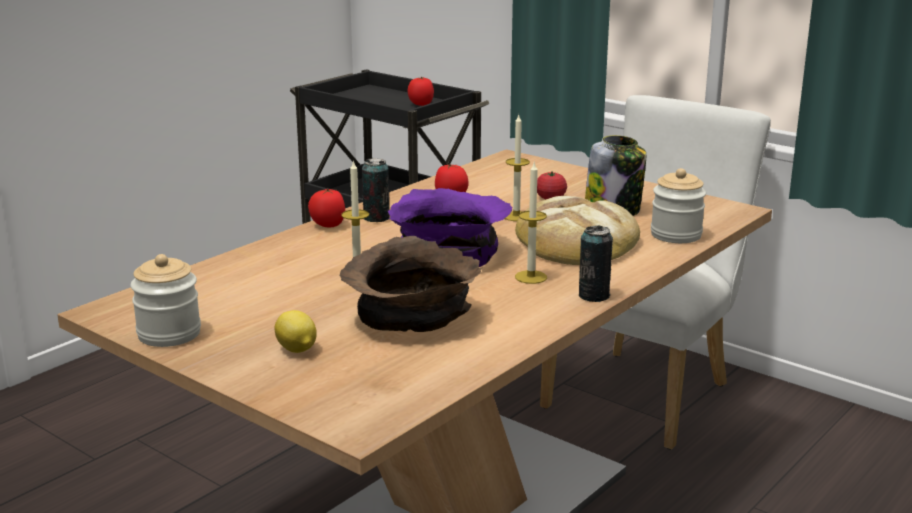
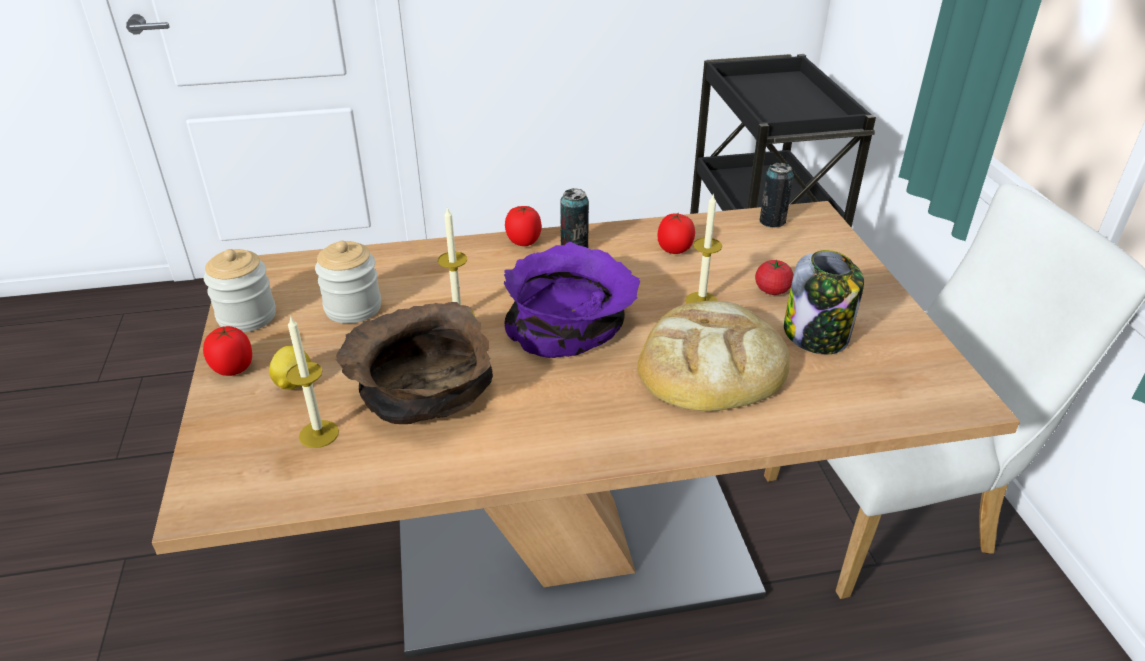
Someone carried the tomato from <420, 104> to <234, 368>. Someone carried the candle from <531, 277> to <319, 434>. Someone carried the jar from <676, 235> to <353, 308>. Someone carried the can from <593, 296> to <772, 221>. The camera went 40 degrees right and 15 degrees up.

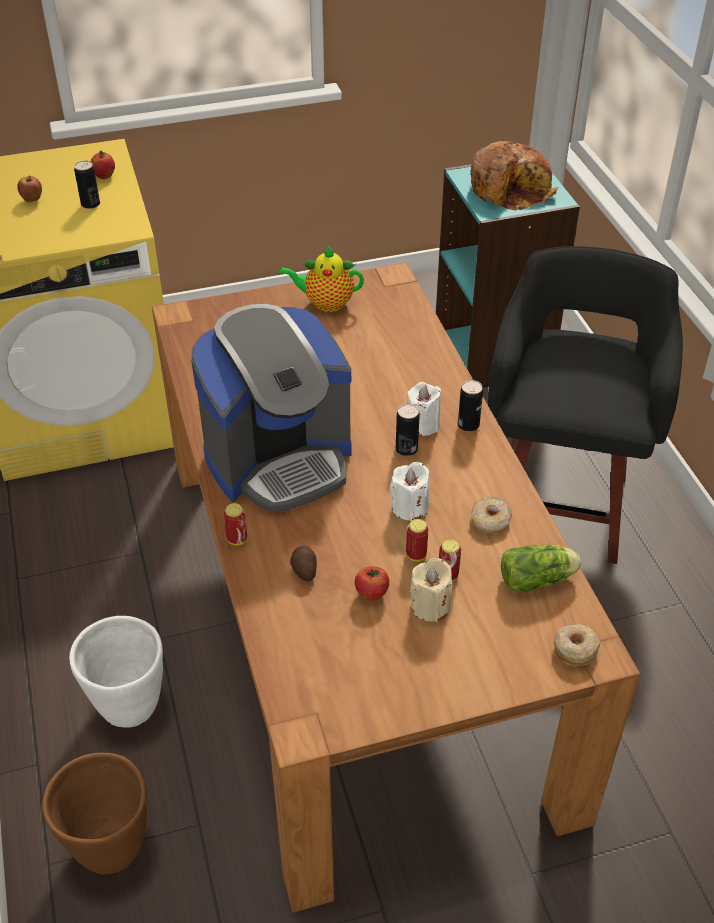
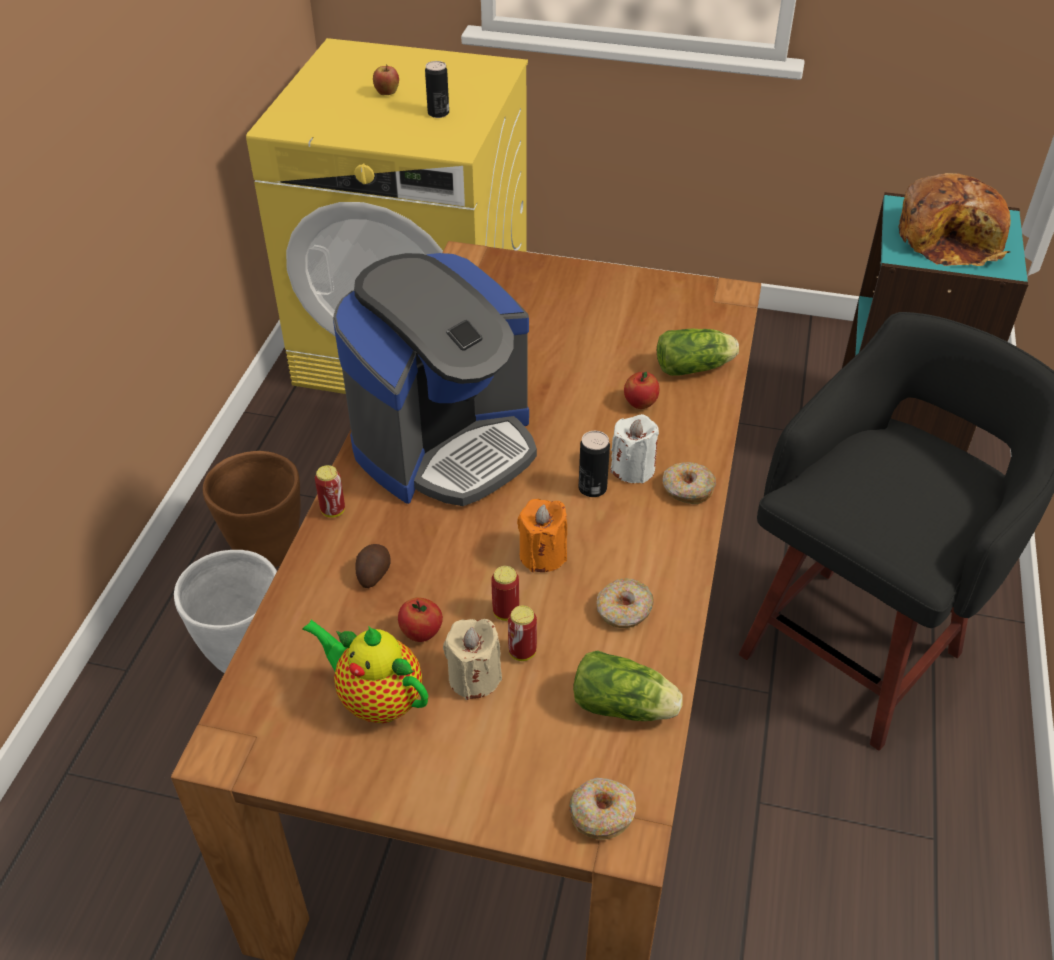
Someone carried the planter/brown from <110, 847> to <267, 550>. Someone carried the teapot from <325, 303> to <376, 699>. Someone rotated the coffee machine at <279, 459> by 45 degrees counterclockwise. Someone repainted the candle/white at <410, 507>, which became the candle/orange at <542, 555>. Someone carried the apple from <104, 176> to <640, 404>. Someone put down the lettuce at <696, 367>. Someone swapped the can at <468, 425> for the donut at <687, 489>. The camera went 30 degrees right and 0 degrees up.

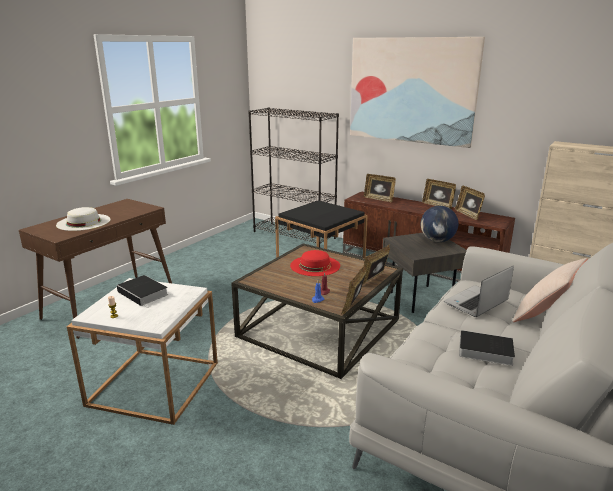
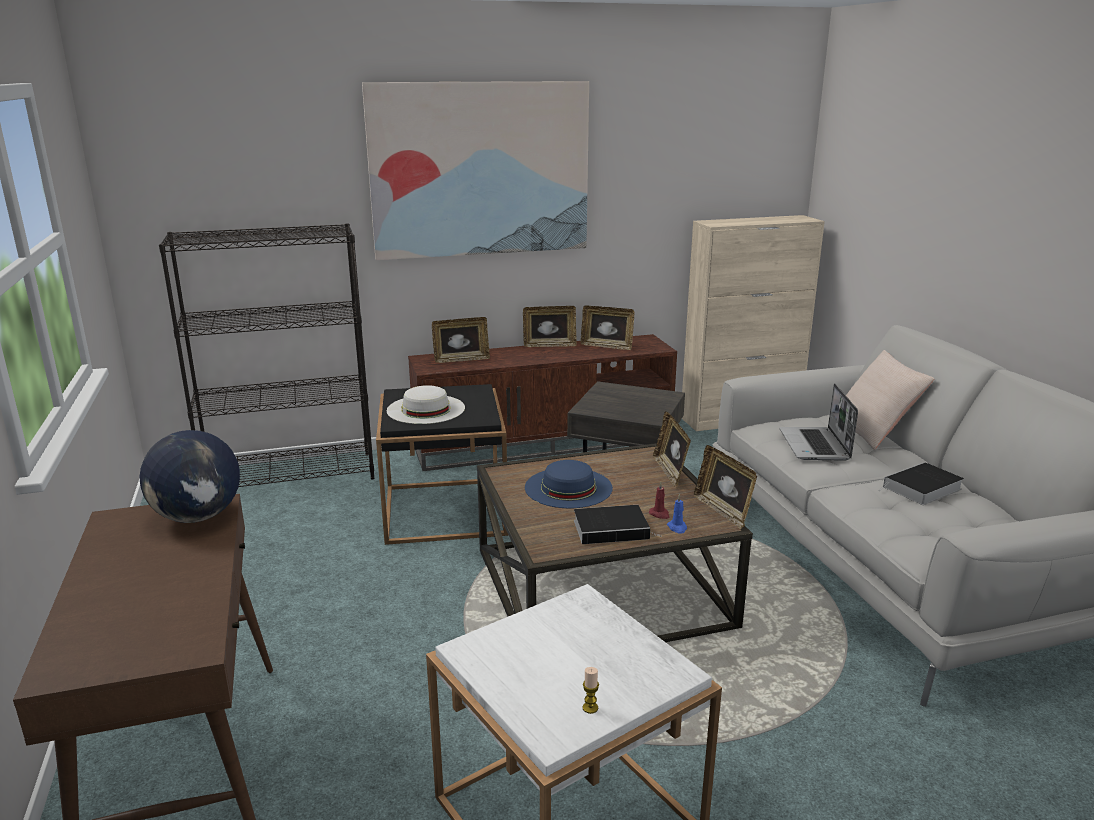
Someone carried the globe from <437, 241> to <198, 517>. Someone carried the hat/white from <83, 222> to <425, 409>. Someone repainted the hat/red at <315, 265>, which became the hat/blue at <568, 487>. Someone carried the book from <144, 293> to <613, 529>. The camera went 50 degrees left and 0 degrees up.

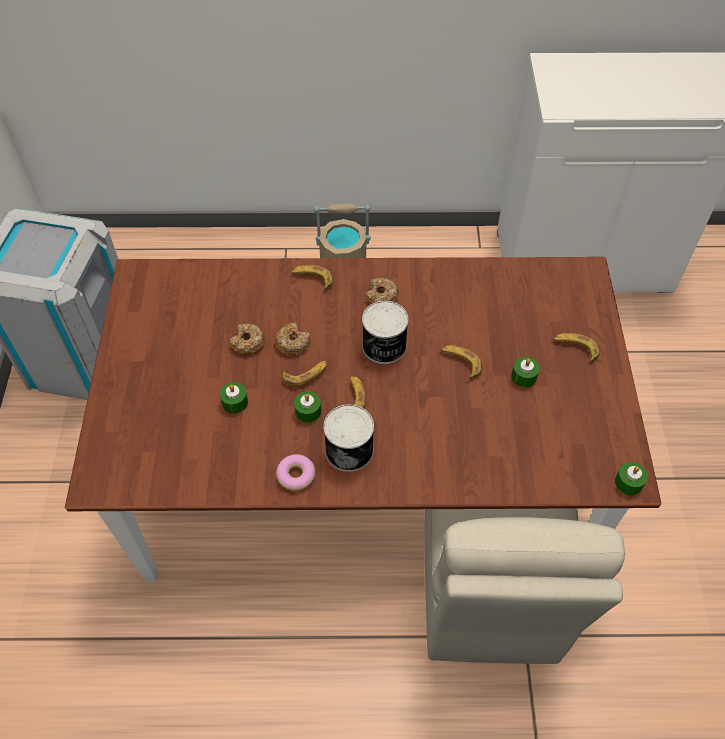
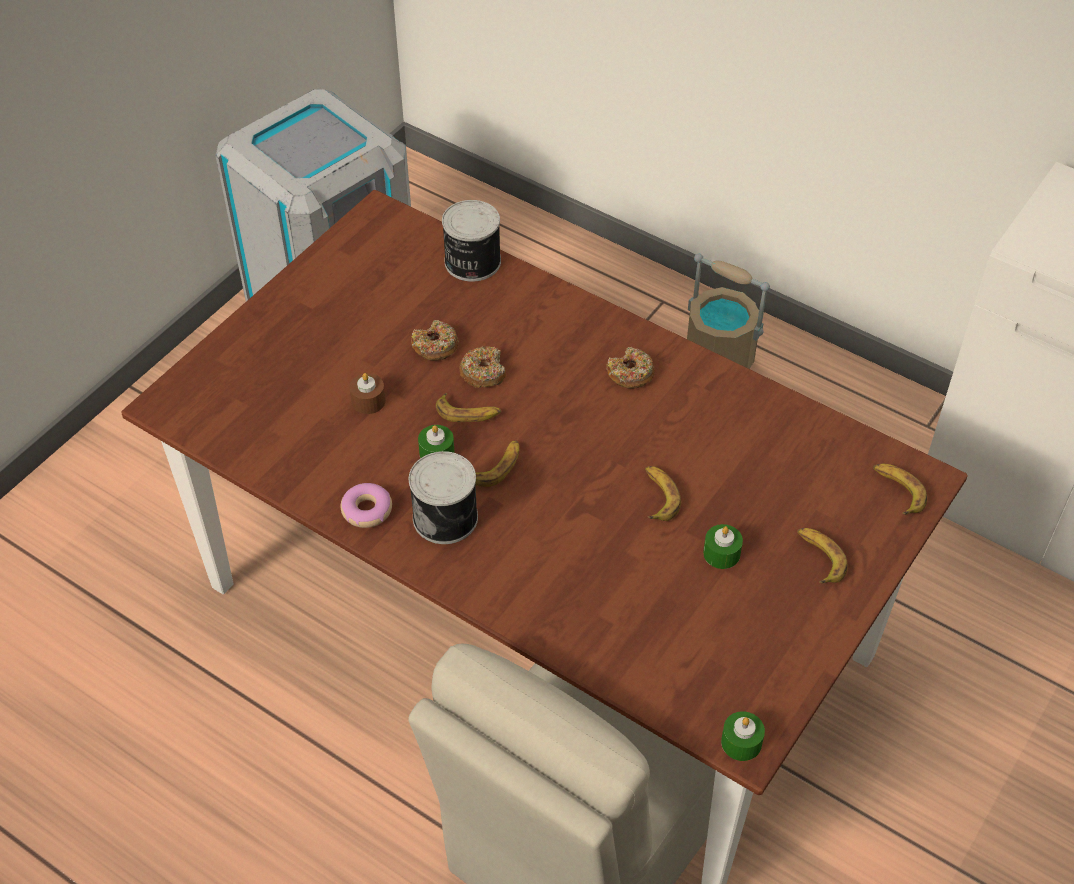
Someone repainted the candle/green at <235, 402>, which became the candle/brown at <368, 401>. Someone carried the can from <384, 347> to <471, 262>. Someone carried the banana from <312, 279> to <897, 491>. The camera went 35 degrees right and 5 degrees down.

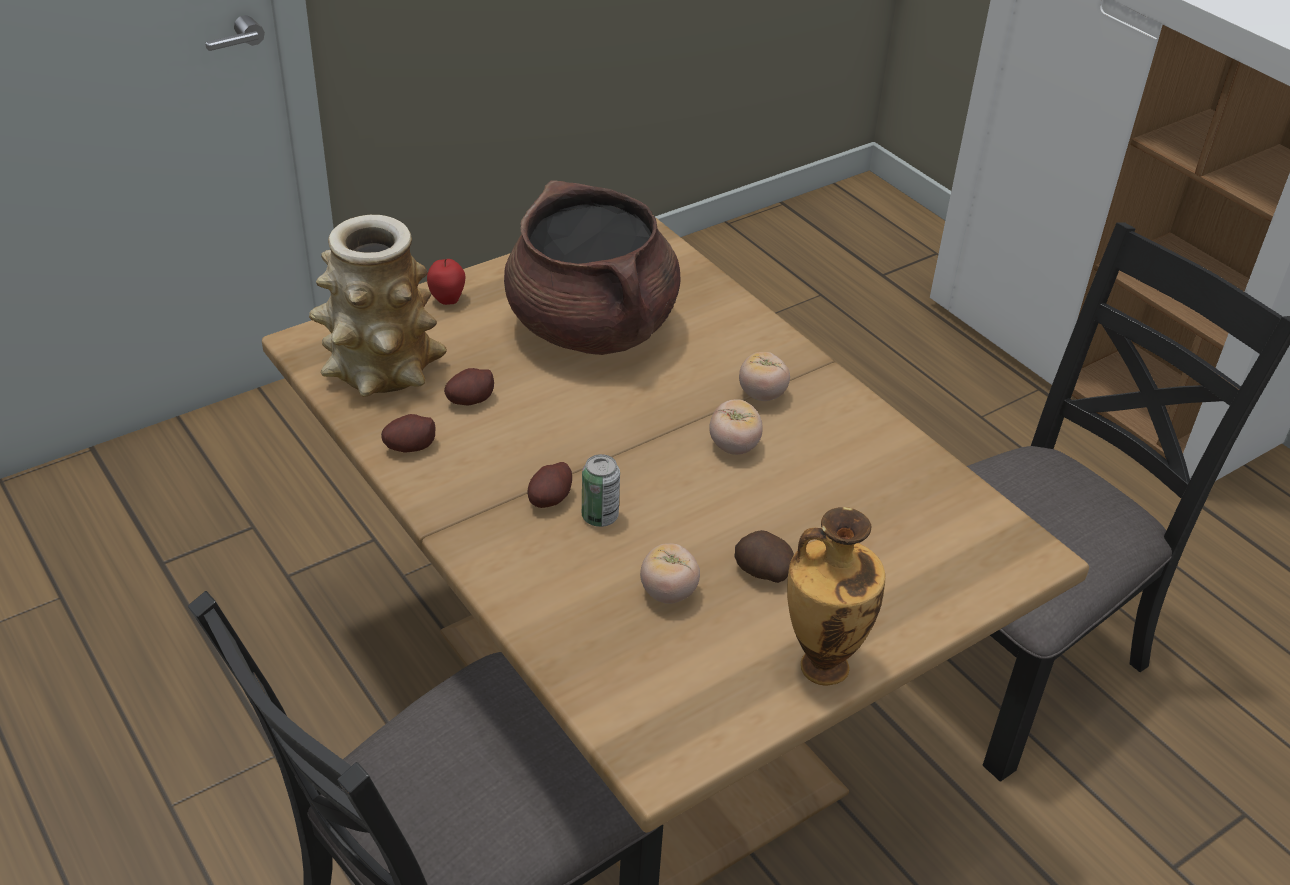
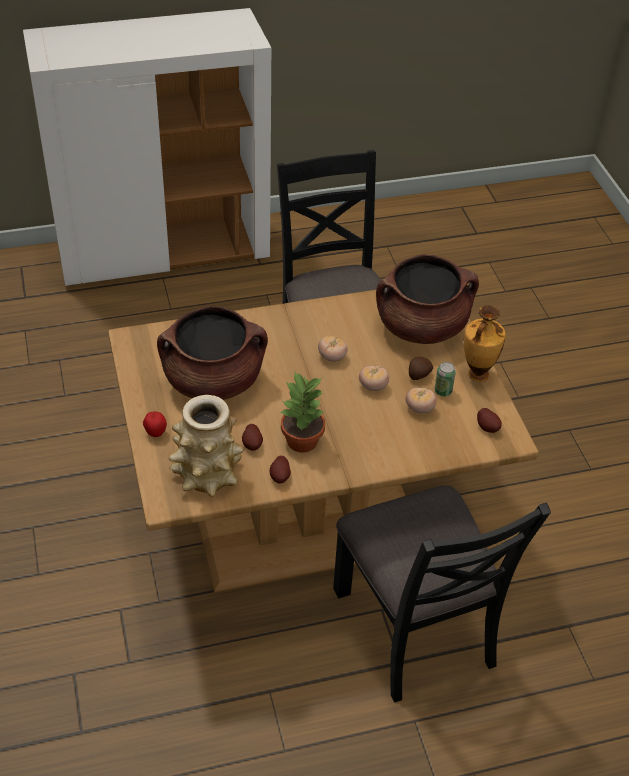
Someone put down the potted plant at <302, 441>. Someone carried the tomato from <762, 394> to <373, 386>. Someone put down the cooking pot/brown at <421, 326>. Someone carried the can from <600, 516> to <443, 391>. Someone carried the potato from <549, 499> to <488, 427>. The camera went 70 degrees left and 5 degrees up.

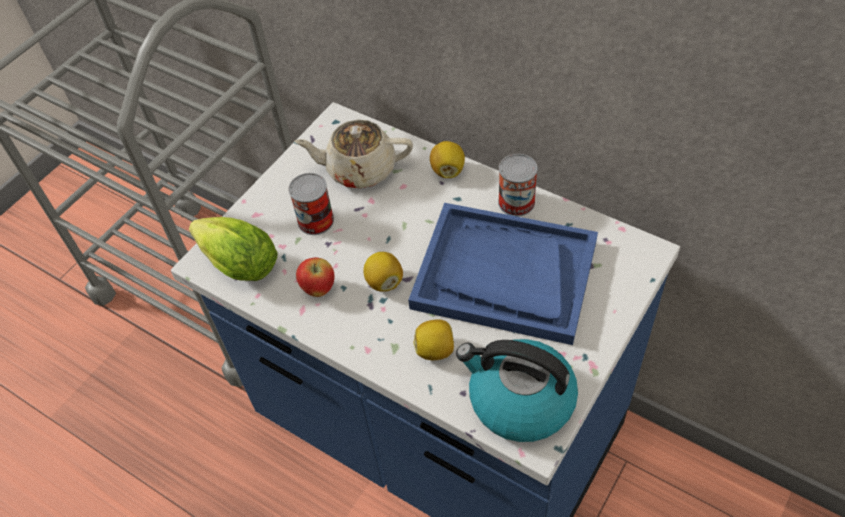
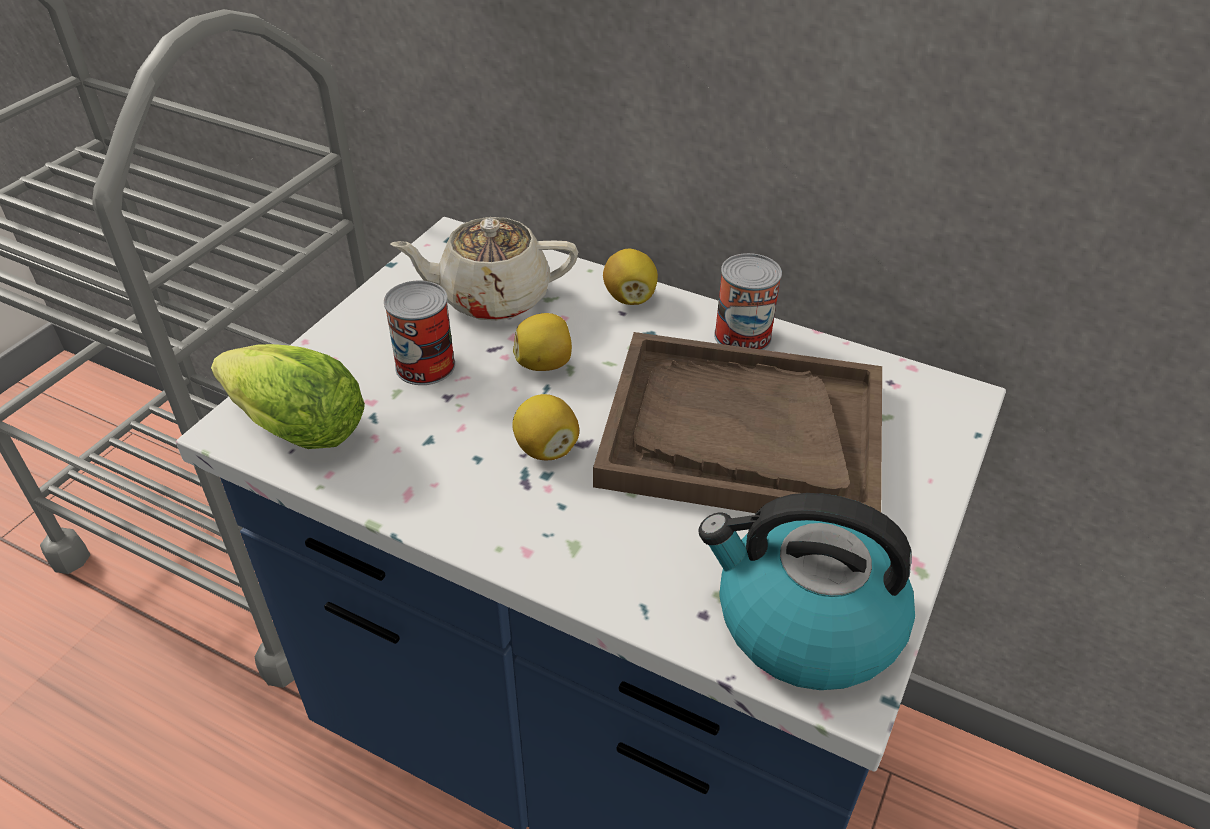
Someone carried the lemon from <435, 350> to <544, 363>. Someone repainted the tray/blue at <504, 275>, which became the tray/brown at <741, 433>. Someone took away the apple at <318, 288>. The camera went 10 degrees left and 10 degrees down.

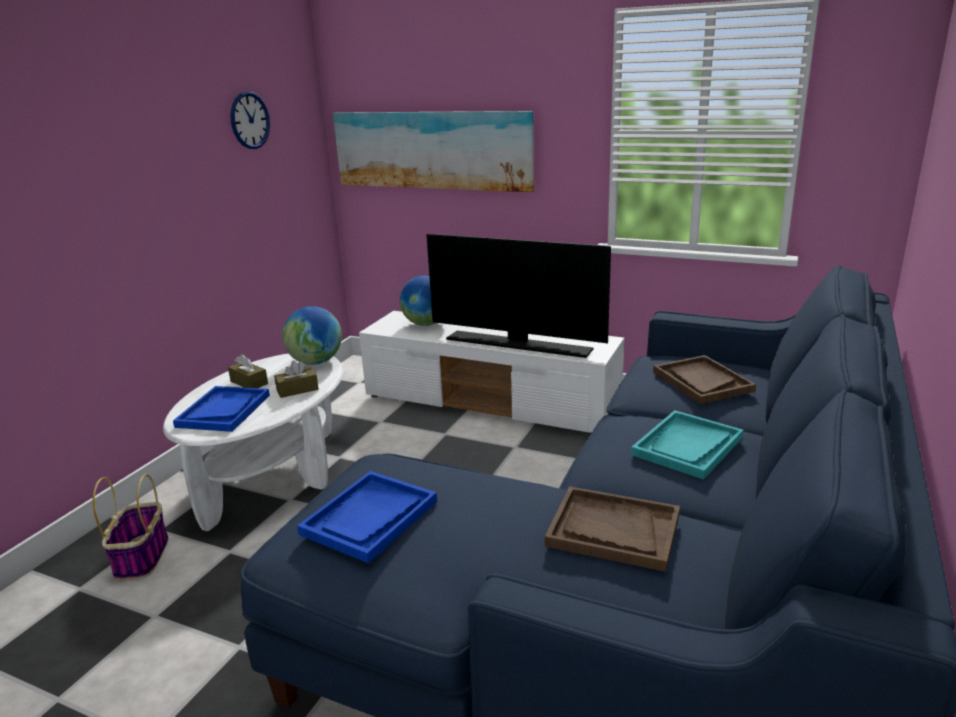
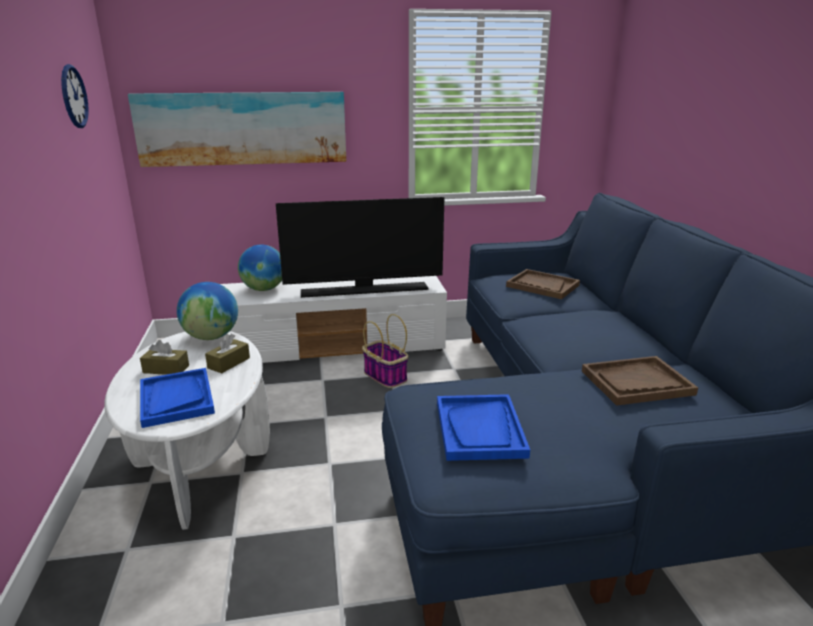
Someone carried the basket from <142, 556> to <384, 376>. Someone took away the tray/turquoise at <687, 446>. The camera went 35 degrees left and 0 degrees up.

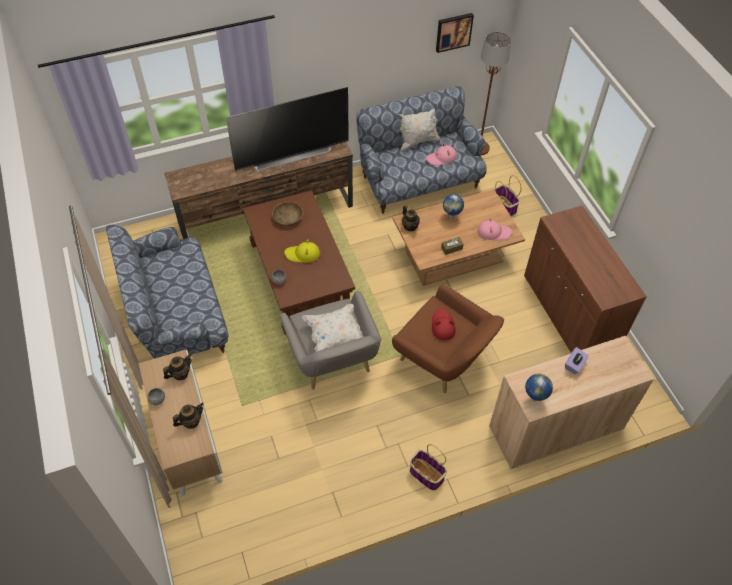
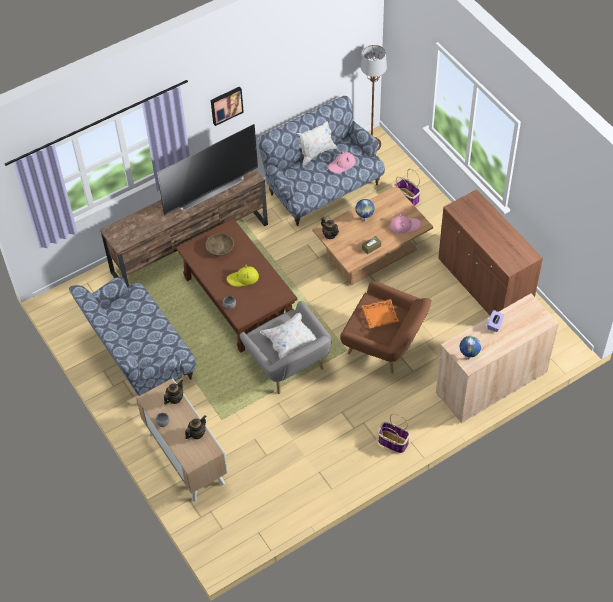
Someone carried the picture from <453, 31> to <226, 105>. Someone swapped the hat/red at <442, 326> for the tray/orange at <380, 316>. The camera went 10 degrees left and 0 degrees up.

